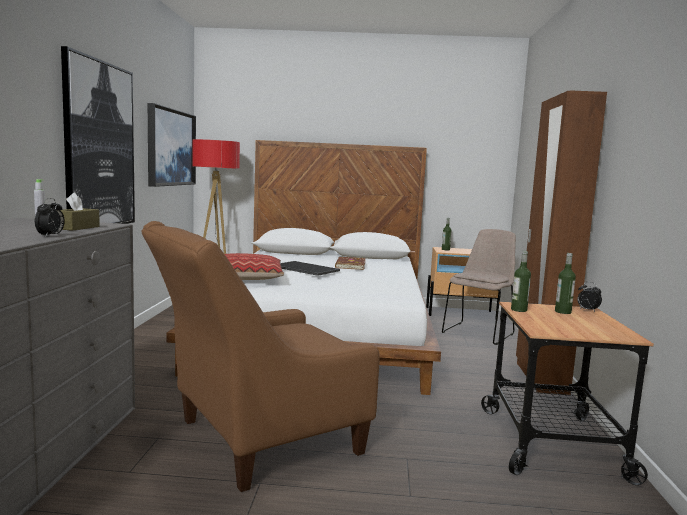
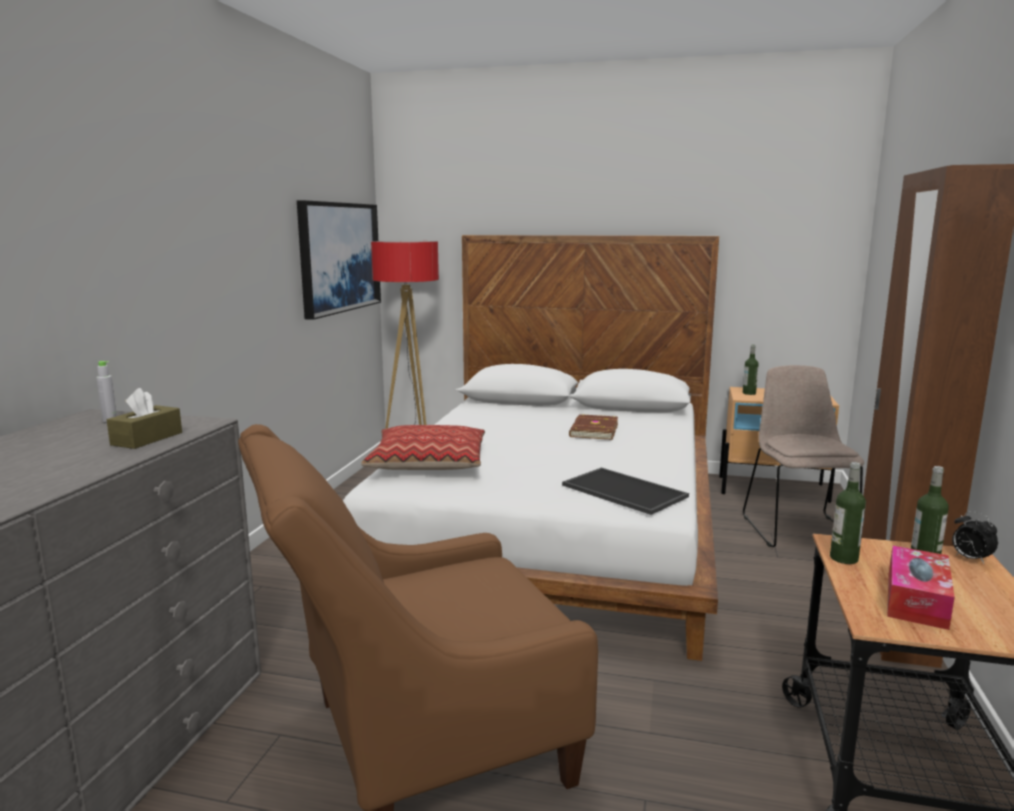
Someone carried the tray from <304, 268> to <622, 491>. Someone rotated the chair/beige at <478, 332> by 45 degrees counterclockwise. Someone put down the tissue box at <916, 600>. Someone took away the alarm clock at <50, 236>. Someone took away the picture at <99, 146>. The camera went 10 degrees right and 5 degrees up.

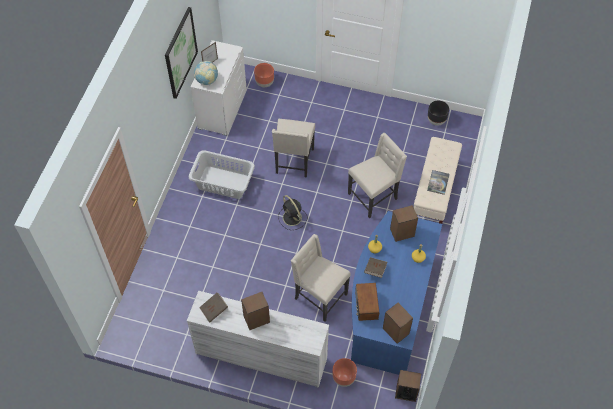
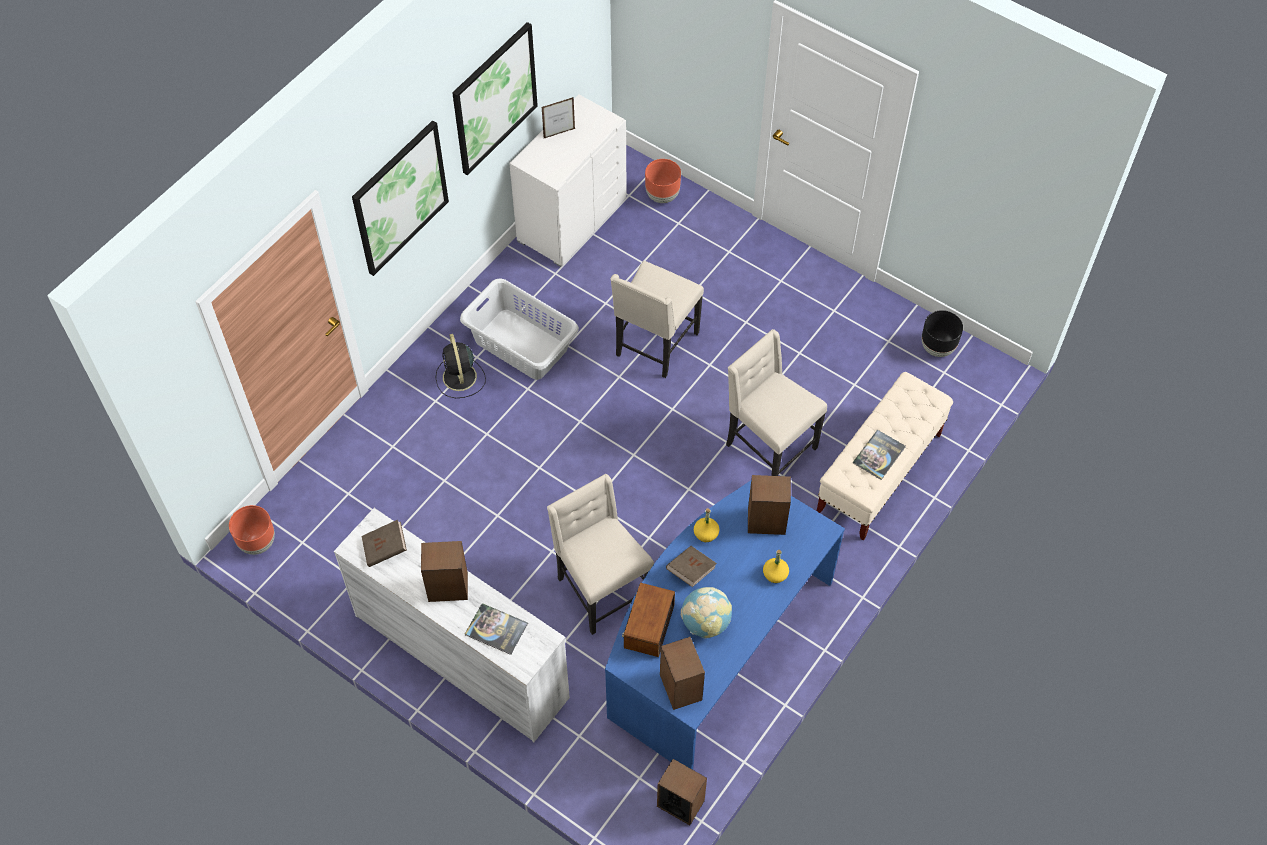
Someone carried the planter/brown from <343, 378> to <257, 543>. Someone put up the picture at <400, 197>. Someone carried the fan/black from <292, 218> to <460, 378>. Someone put down the book at <496, 629>. Someone carried the globe from <207, 80> to <705, 623>. Someone rotated the chair/beige at <373, 196> by 120 degrees counterclockwise. The camera went 20 degrees right and 0 degrees up.

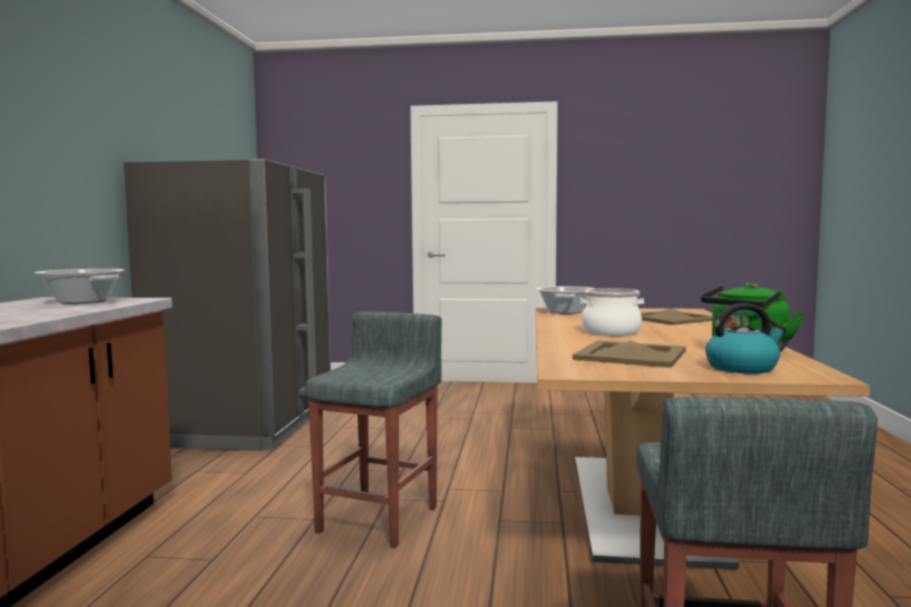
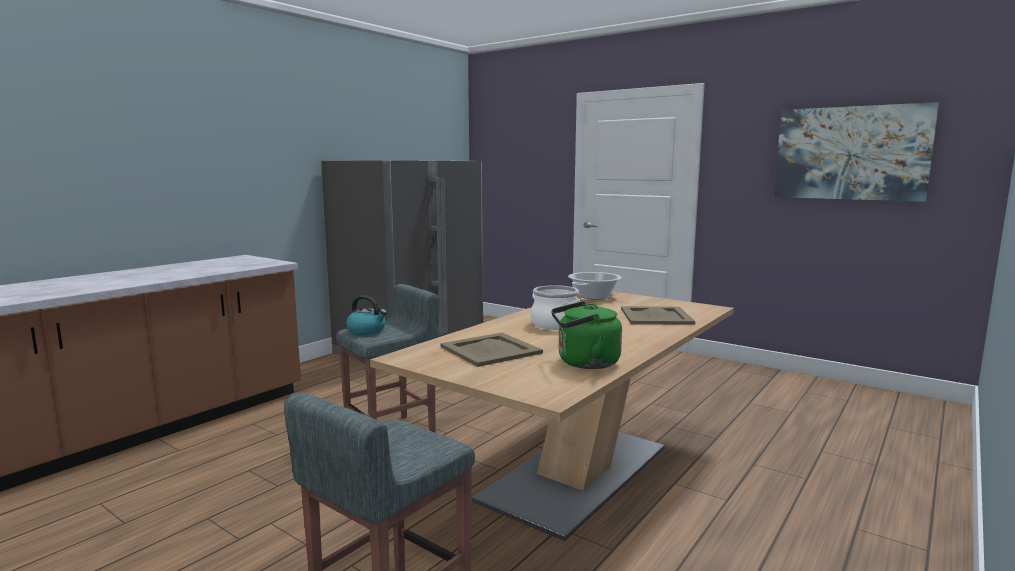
Someone carried the kettle from <742, 367> to <367, 331>. Someone put up the picture at <850, 153>. Someone took away the cooking pot at <82, 301>. The camera went 30 degrees right and 5 degrees up.

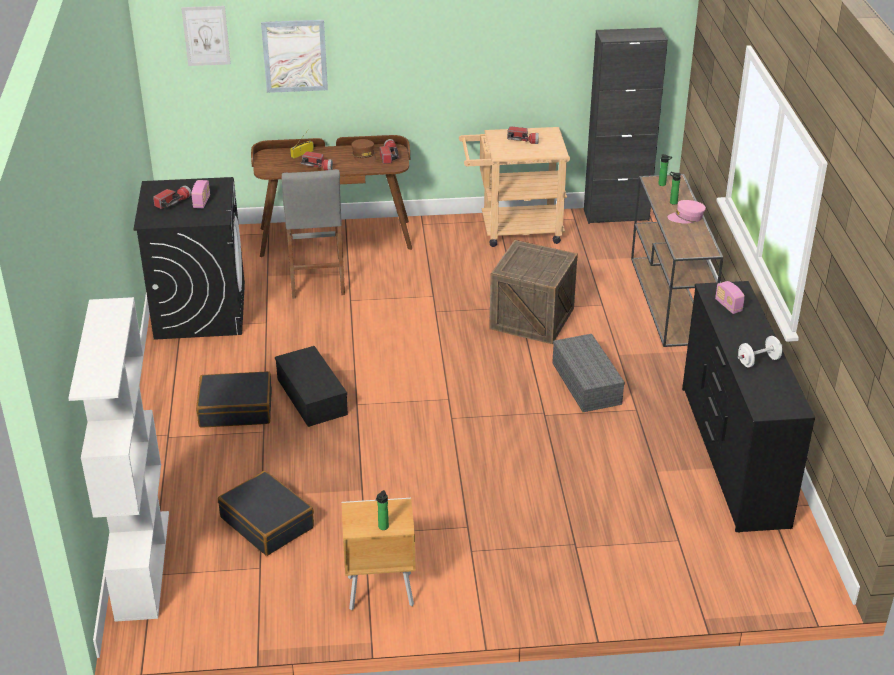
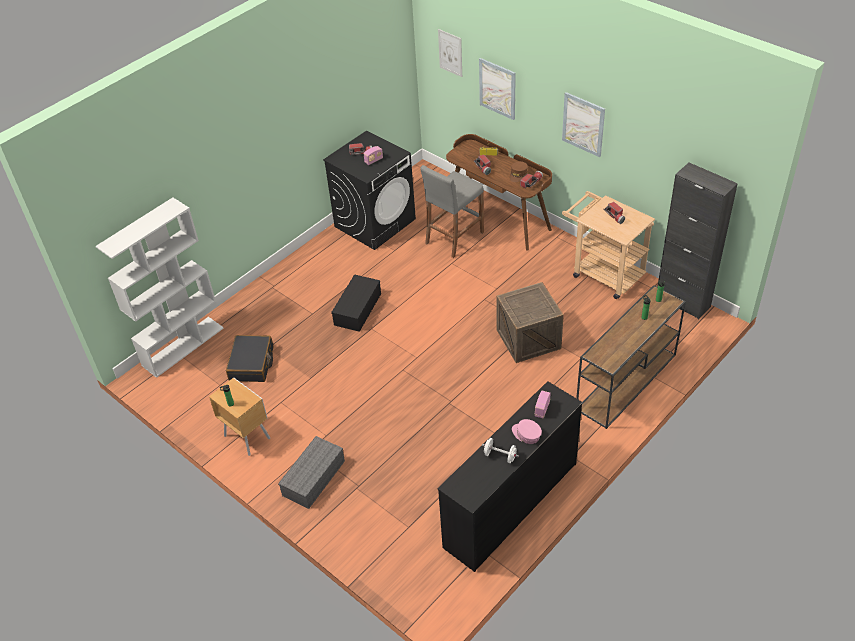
Someone carried the storage box/grey from <587, 384> to <313, 479>. Someone carried the cap/pink from <686, 217> to <526, 434>. Someone put up the picture at <583, 124>. Someone took away the suitcase/black at <236, 409>. The camera went 50 degrees right and 10 degrees up.

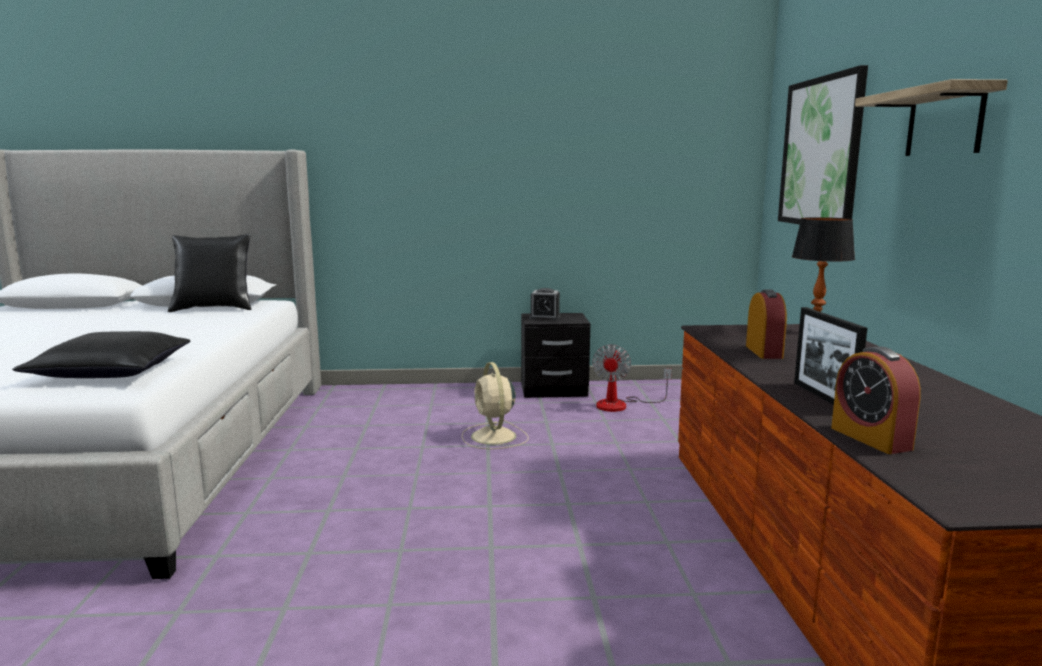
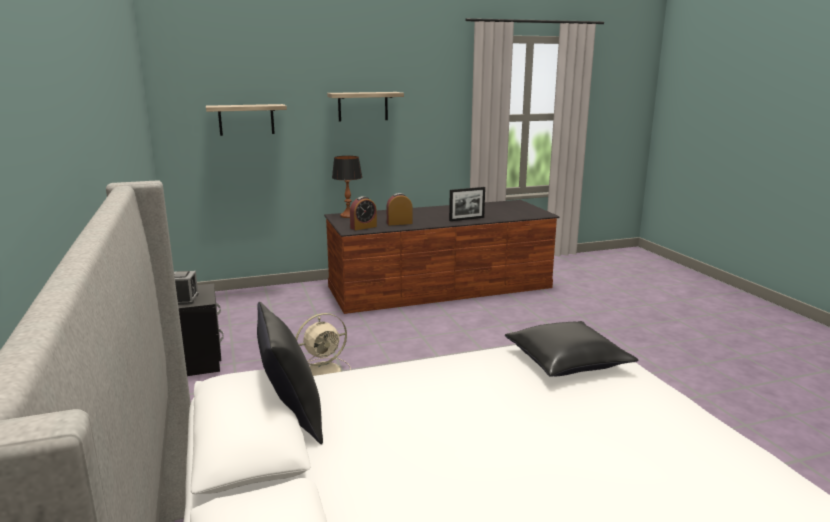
Someone swapped the picture at <820, 152> for the shelf at <246, 119>. Someone carried the alarm clock from <870, 438> to <363, 227>. Someone took away the fan at <621, 405>. The camera went 105 degrees left and 5 degrees up.

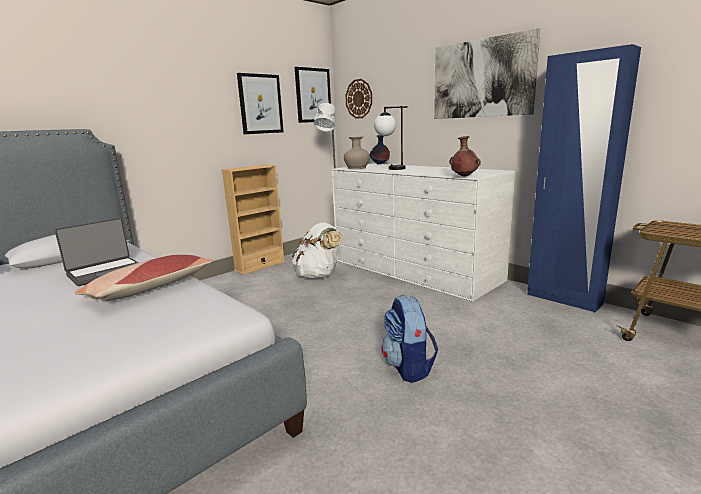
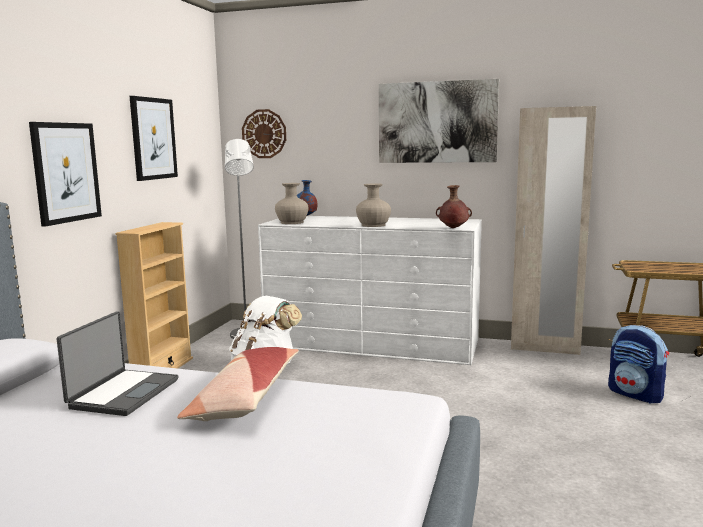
Someone carried the picture from <313, 95> to <66, 172>. Someone put down the vase/beige at <373, 225>. Someone repainted the wardrobe/blue at <563, 299>, which became the wardrobe/beige at <544, 348>. Someone carried the backpack from <408, 367> to <636, 394>. Someone took away the table lamp at <390, 169>. The camera went 30 degrees left and 5 degrees down.

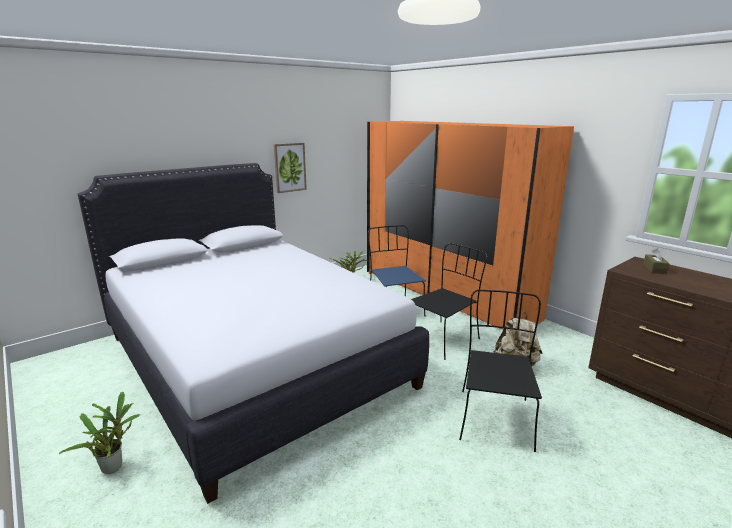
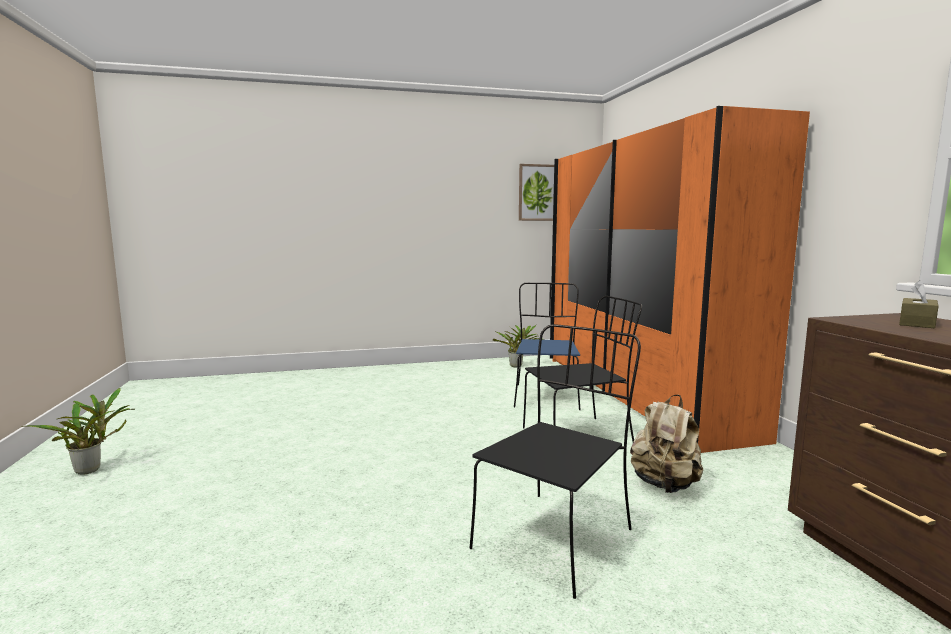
Someone carried the picture from <289, 167> to <537, 192>. Someone took away the bed/white at <252, 360>. The camera went 25 degrees right and 10 degrees down.

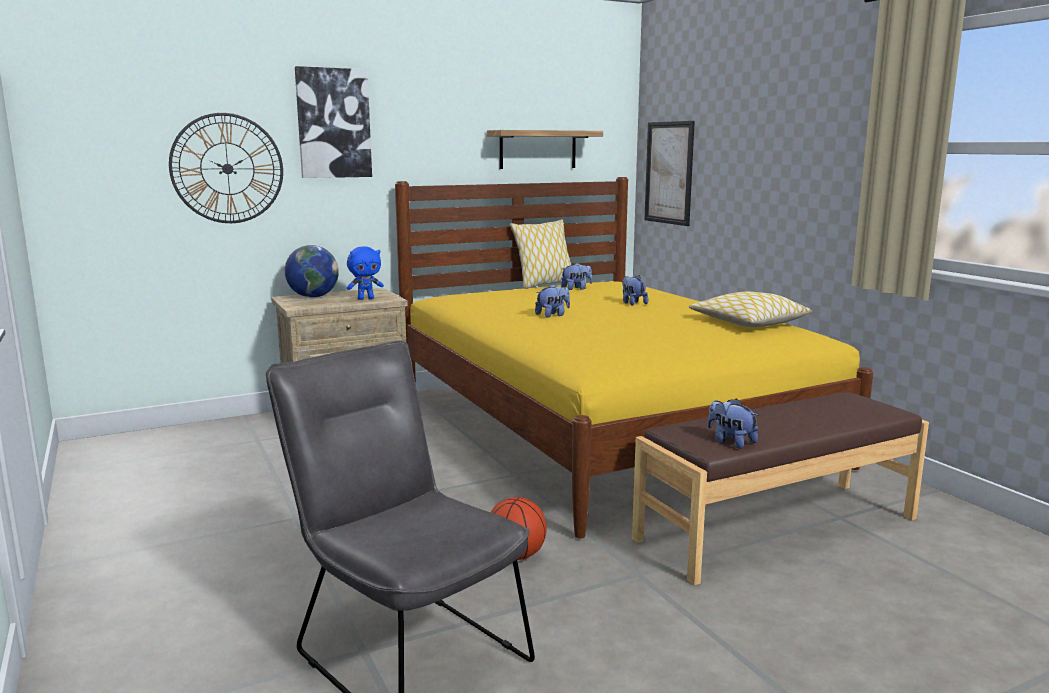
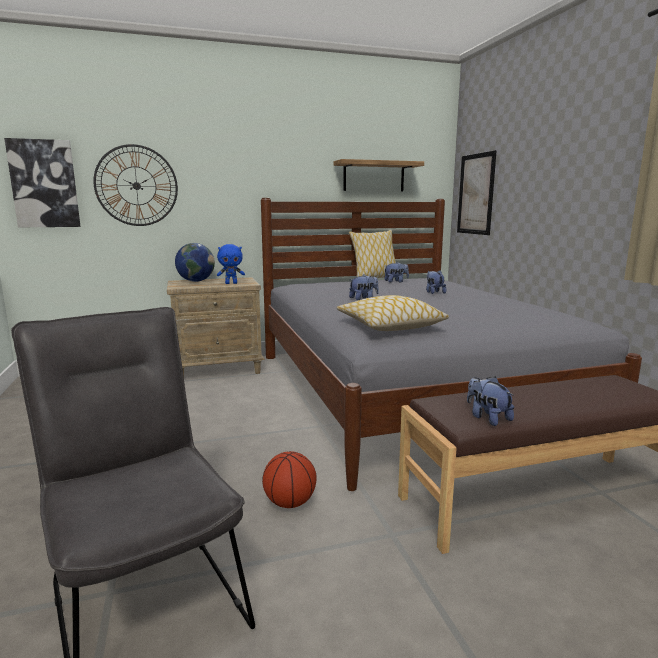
Someone carried the picture from <333, 123> to <44, 184>. Someone repainted the bed/yellow at <603, 428>, which became the bed/grey at <406, 391>. Someone carried the pillow from <748, 323> to <389, 326>. The camera went 10 degrees right and 0 degrees up.

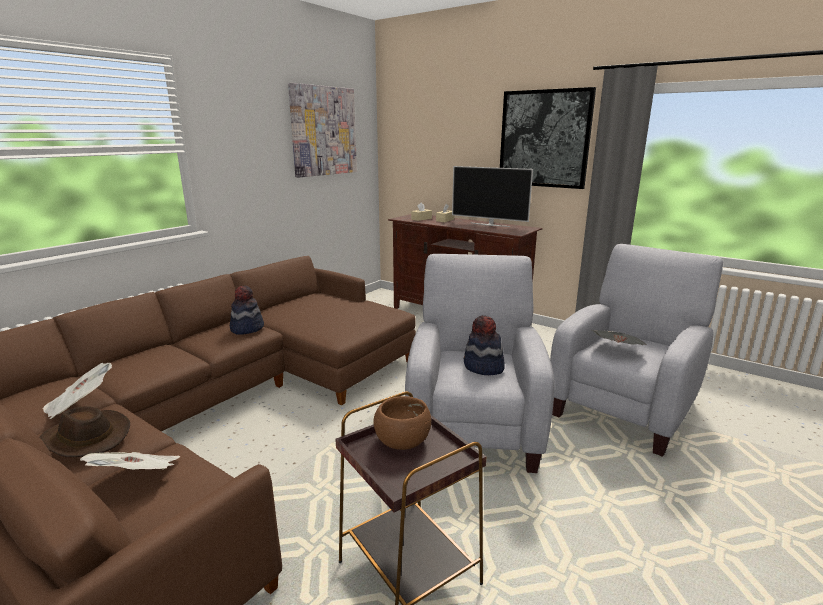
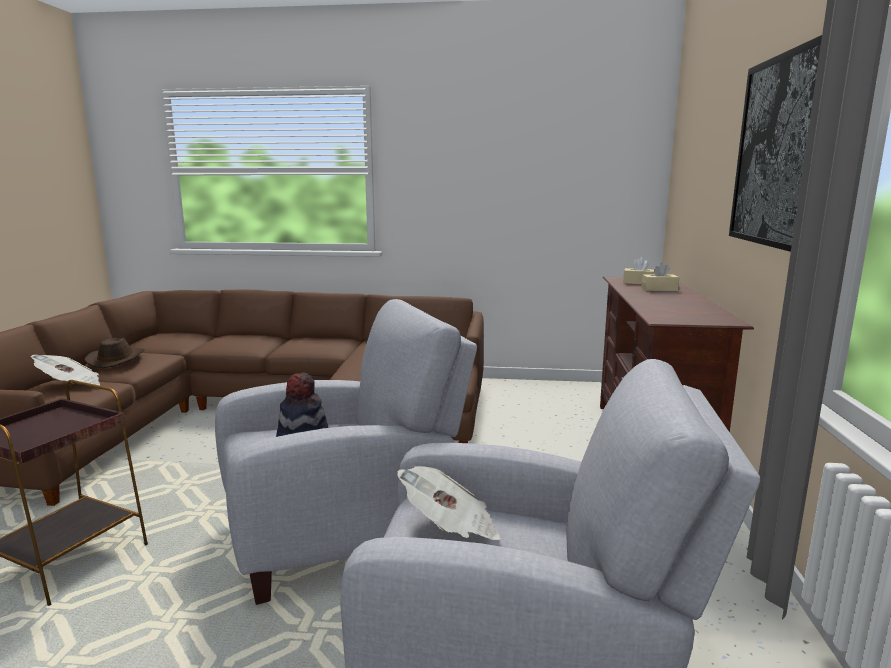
Someone took away the newspaper at <80, 405>. Someone took away the hat at <246, 328>. Someone took away the picture at <323, 131>. Someone took away the bowl/brown at <402, 441>. Someone took away the television at <489, 224>. The camera went 60 degrees right and 5 degrees down.

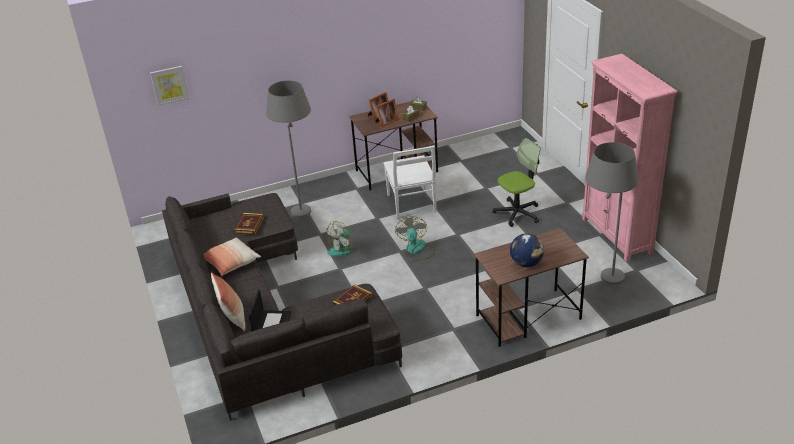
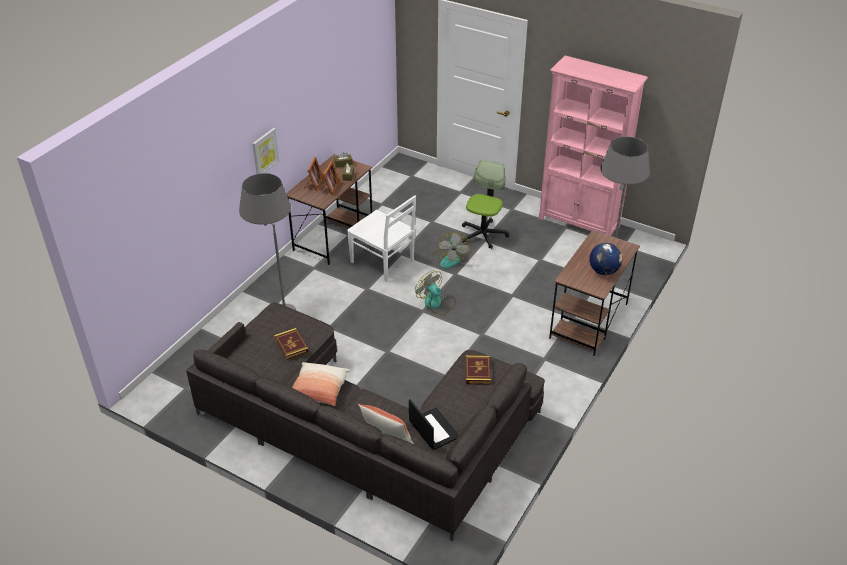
Someone carried the picture from <169, 85> to <265, 152>. Someone carried the fan from <343, 249> to <450, 258>. The camera went 40 degrees left and 5 degrees up.

